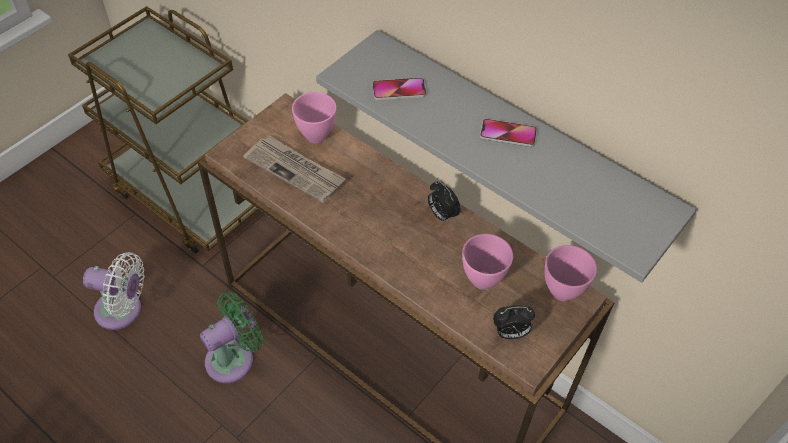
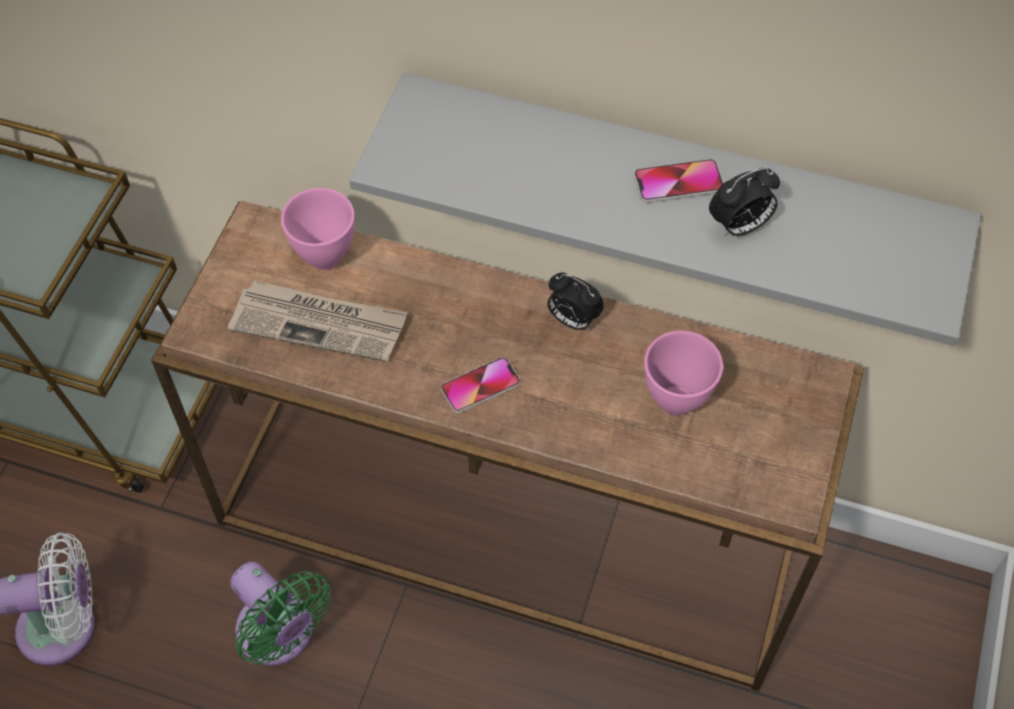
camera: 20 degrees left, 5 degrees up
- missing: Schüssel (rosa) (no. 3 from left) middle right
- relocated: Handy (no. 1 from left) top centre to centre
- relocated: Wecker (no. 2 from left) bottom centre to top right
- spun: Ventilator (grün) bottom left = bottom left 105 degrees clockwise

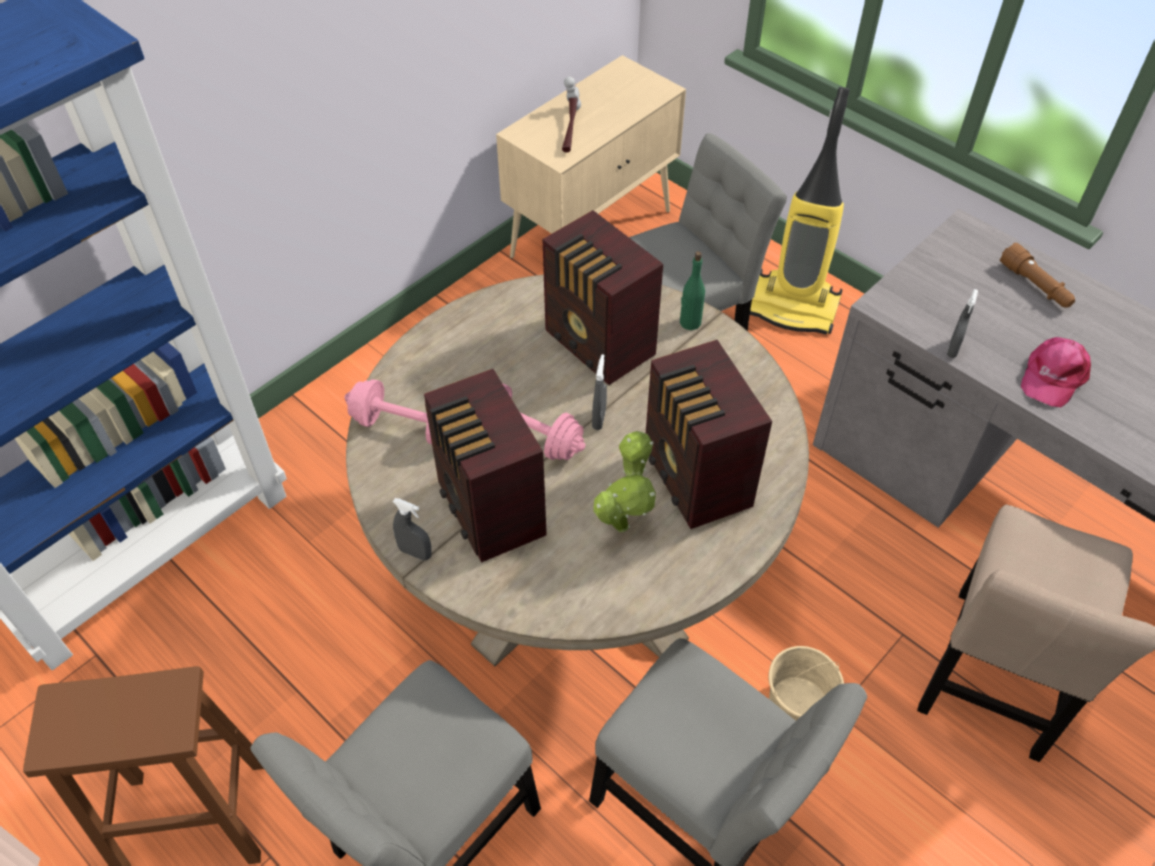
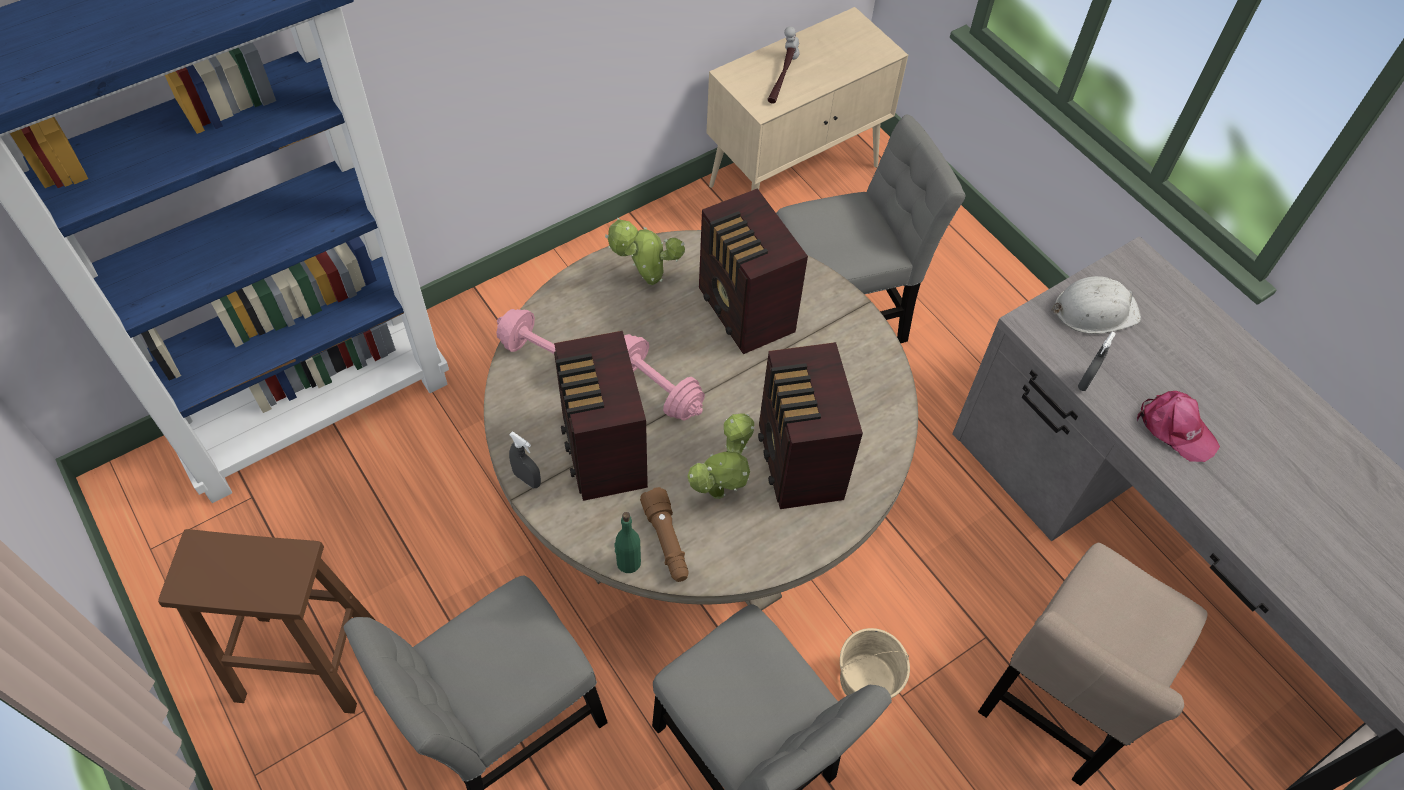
camera: 10 degrees right, 5 degrees up
- missing: Sprühflasche (grau) (no. 2 from left) centre
- missing: Staubsauger top right
- appeared: Topfpflanze (no. 1 from left) top centre
- appeared: Schutzhelm (weiß) middle right
- relocated: Flasche (grün) centre to bottom centre
- relocated: Taschenlampe (braun) top right to bottom centre
- spun: Kappe (rosa) middle right = middle right 90 degrees counterclockwise

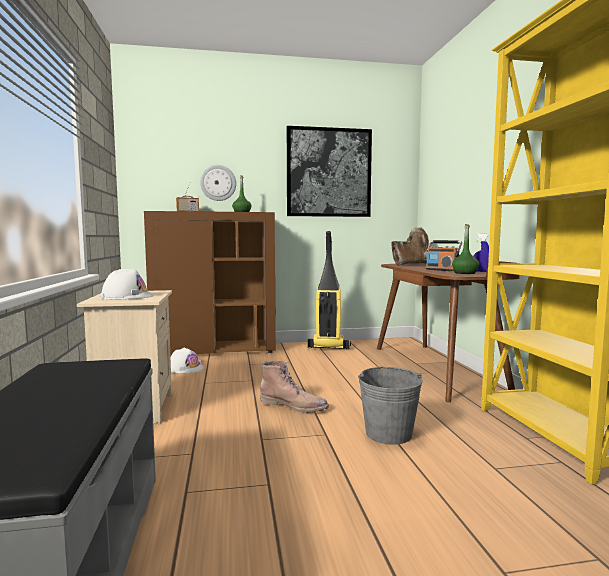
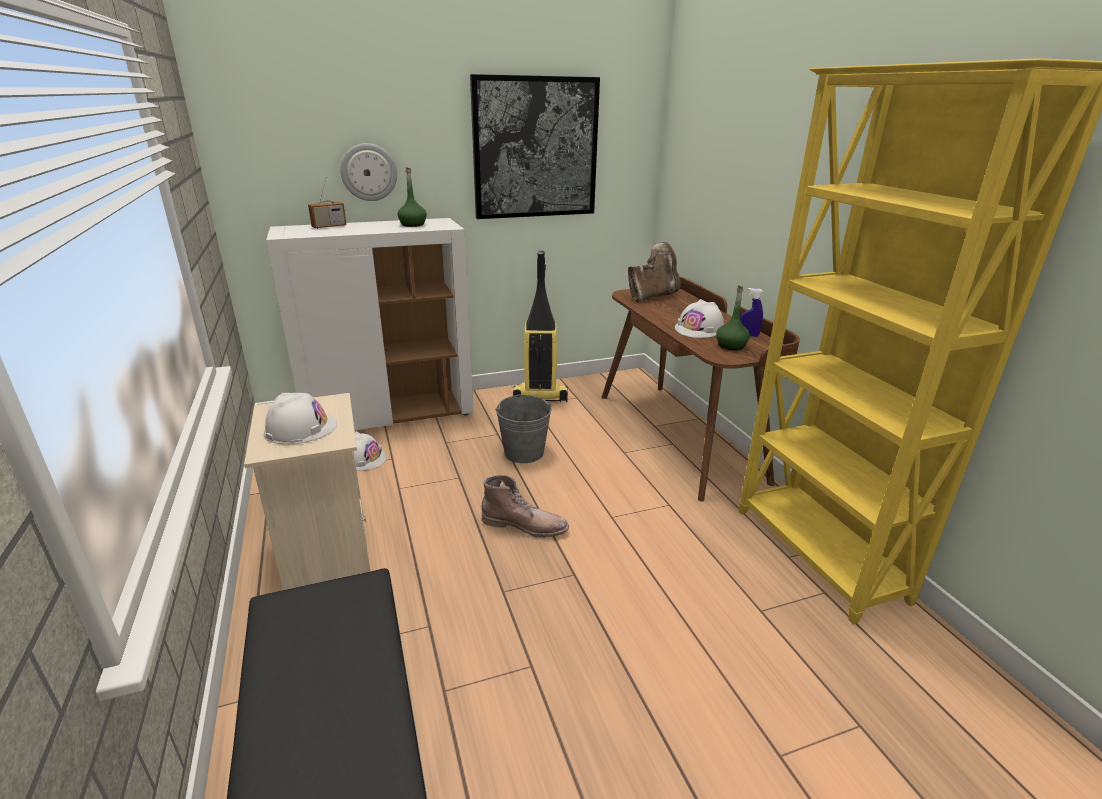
camera: 10 degrees left, 20 degrees up
- relocated: Eimer (grau) bottom centre to centre
- exchanged: Radio (no. 2 from left) middle right to Schutzhelm (weiß) (no. 3 from left) centre
- colour: Schrank (braun) centre to Schrank (weiß) centre

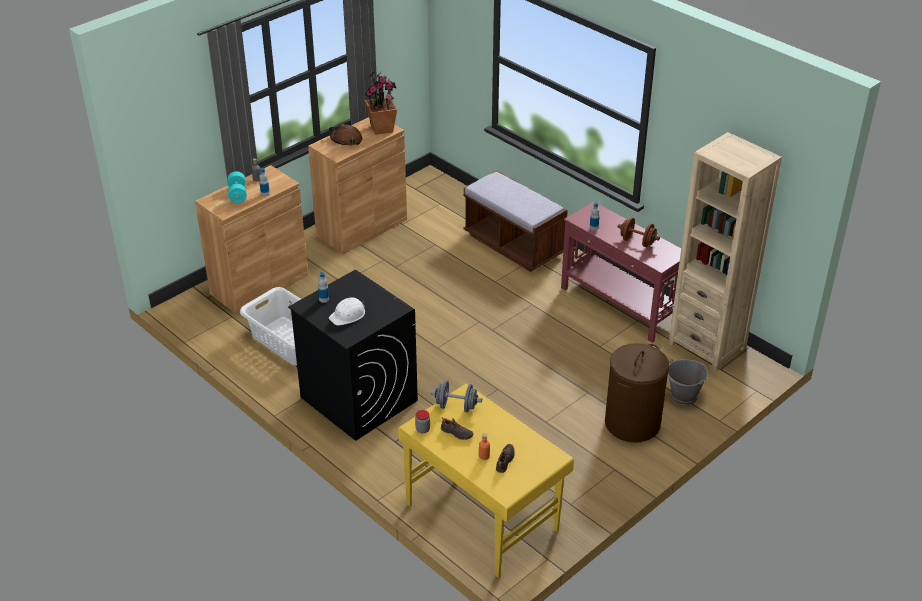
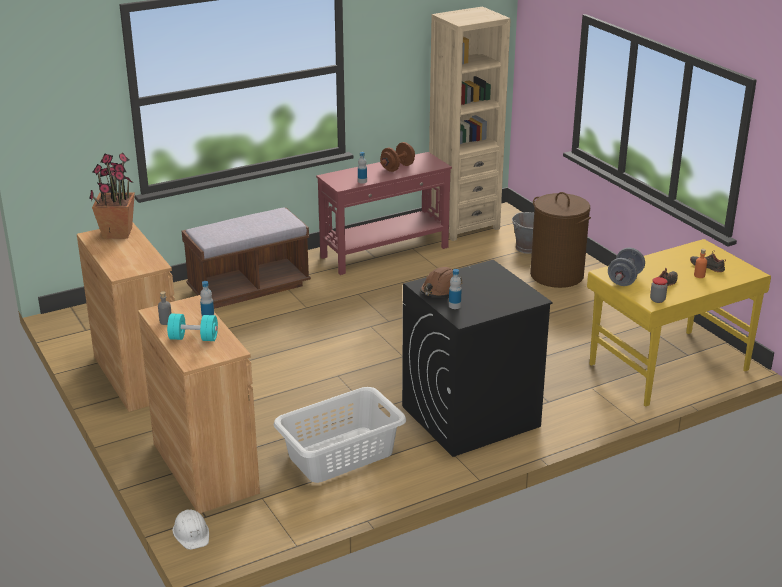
camera: 75 degrees left, 10 degrees down
- relocated: Schutzhelm (braun) top centre to centre
- relocated: Schutzhelm (weiß) centre to bottom left

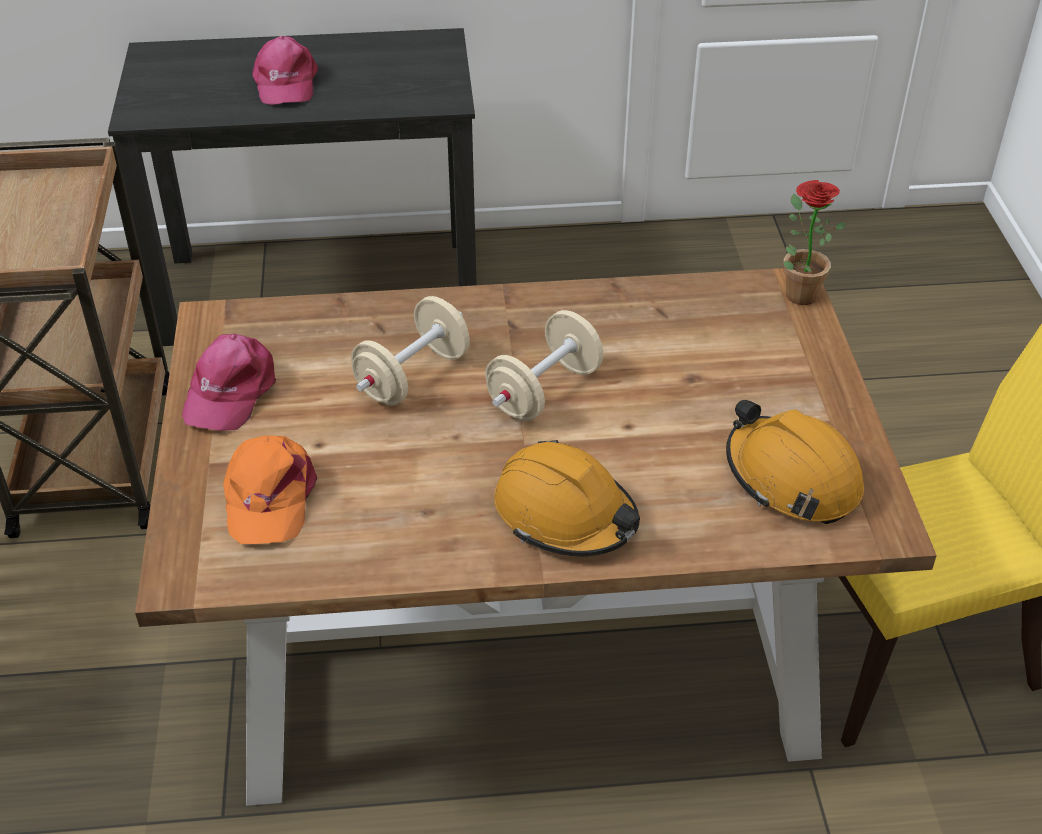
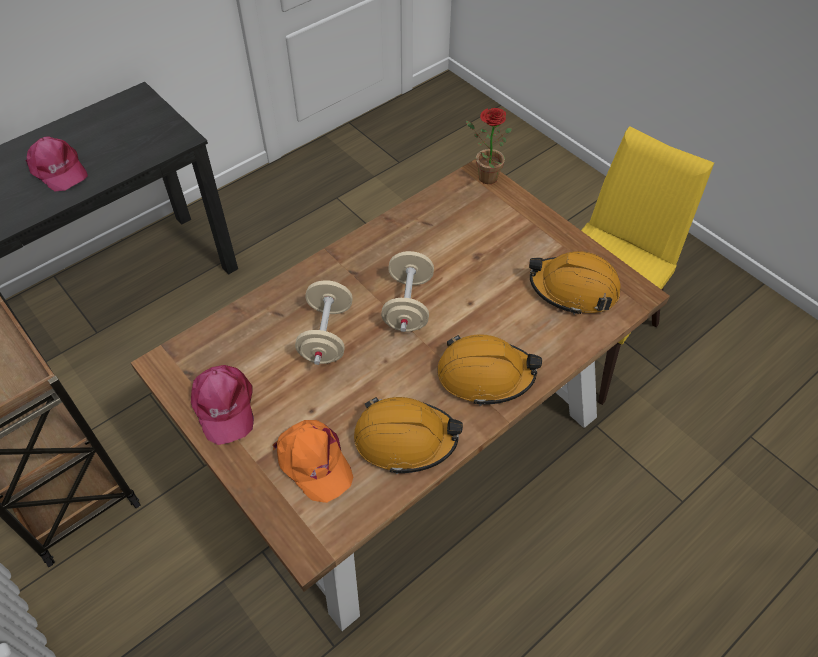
camera: 35 degrees left, 10 degrees up
- appeared: Schutzhelm (orange) (no. 1 from left) centre

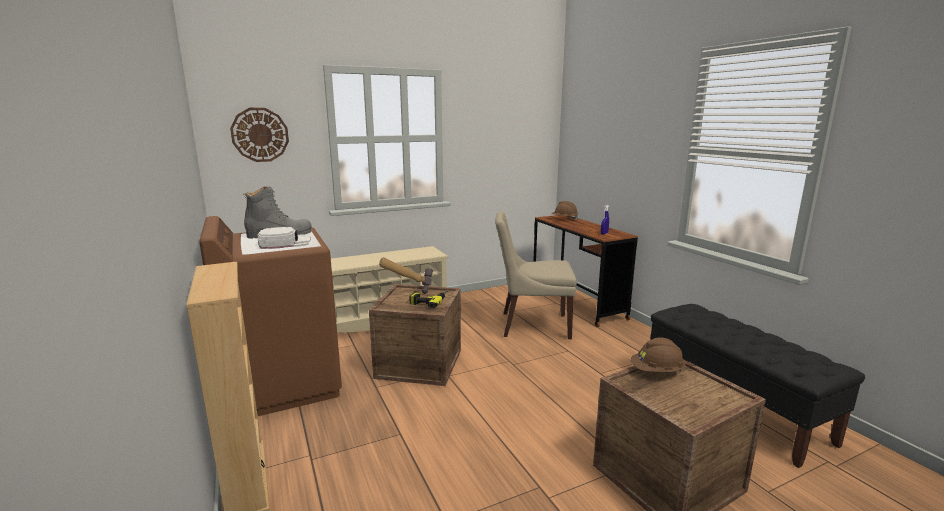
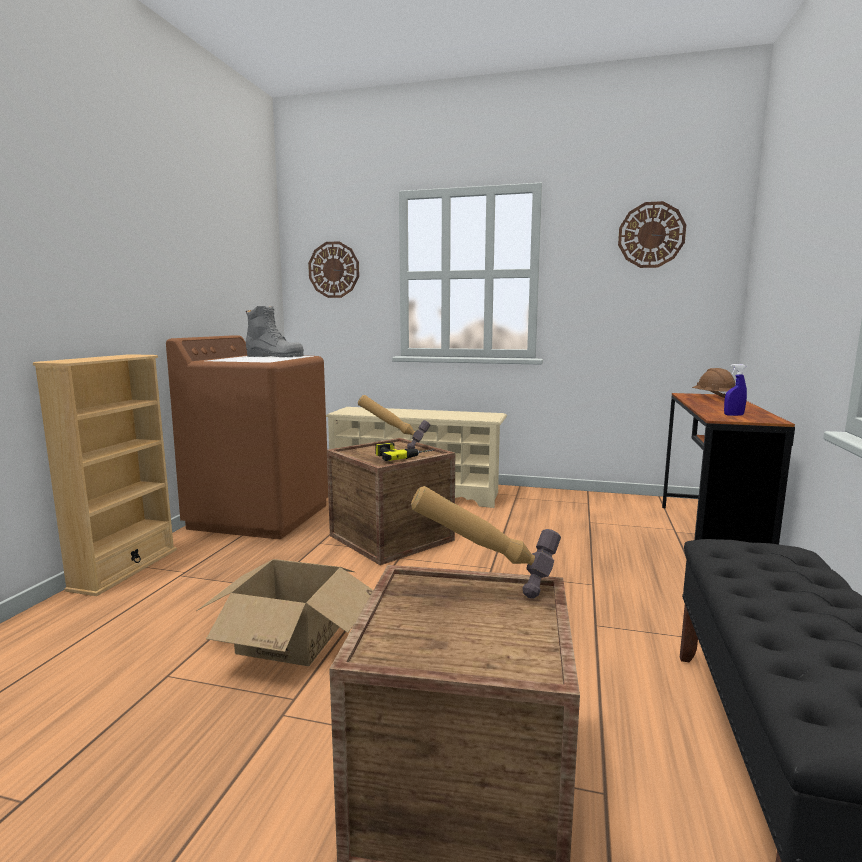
camera: 40 degrees right, 5 degrees down
- missing: Kappe (weiß) middle left
- missing: Stuhl (beige) centre
- appeared: Karton bottom left
- appeared: Wanduhr (no. 2 from left) top right
- exchanged: Schutzhelm (braun) (no. 2 from left) bottom right to Hammer (no. 2 from left) centre

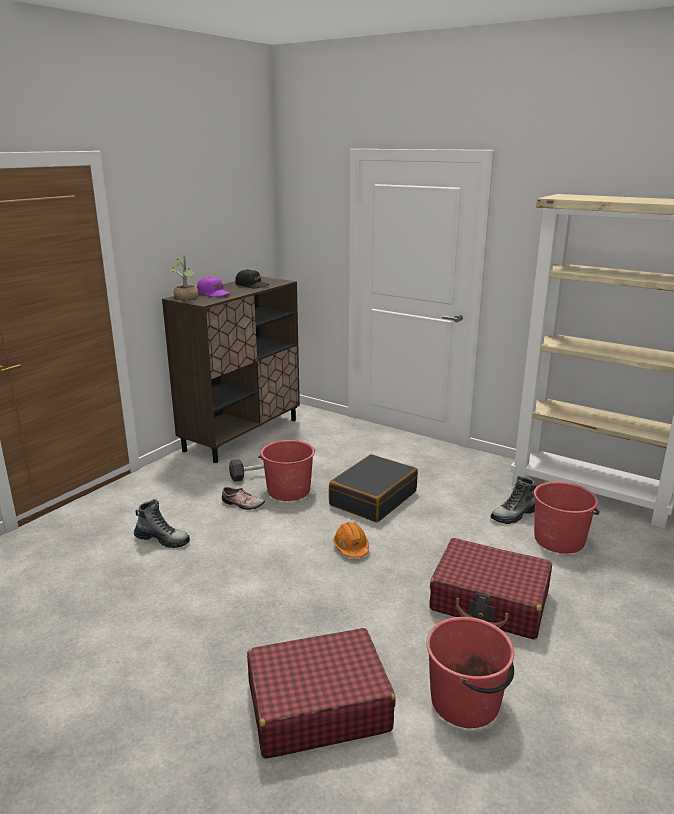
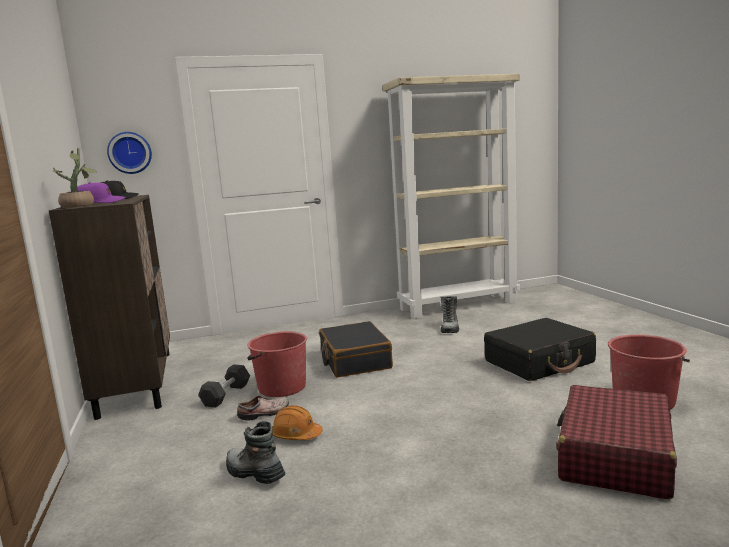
camera: 50 degrees left, 10 degrees down
- missing: Eimer (rot) (no. 3 from left) middle right
- appeared: Wanduhr top left
- relocated: Schutzhelm (orange) centre to bottom centre
- colour: Koffer (rot) (no. 2 from left) bottom right to Koffer (schwarz) (no. 2 from left) middle right
- spun: Stiefel (no. 1 from left) middle left = bottom centre 105 degrees counterclockwise

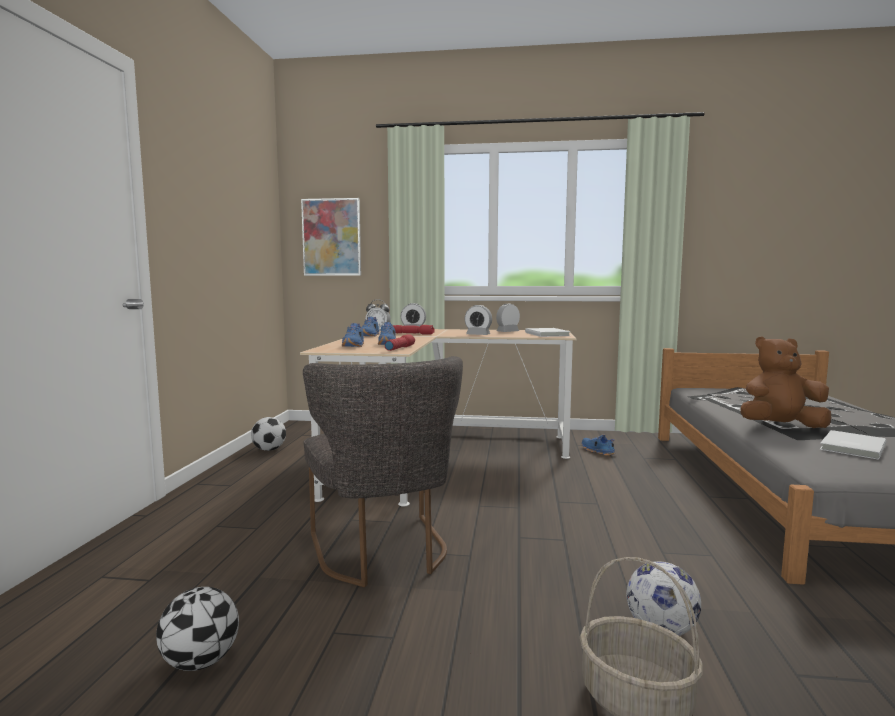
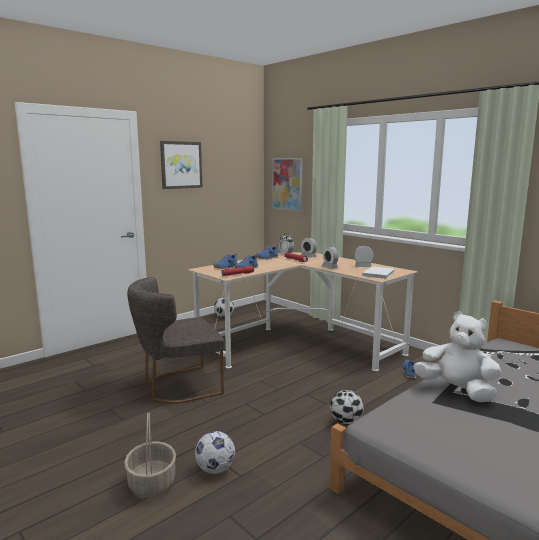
camera: 40 degrees right, 5 degrees up
- missing: Buch (weiß) (no. 2 from left) middle right
- appeared: Bild (no. 1 from left) top centre
- relocated: Fußball (no. 1 from left in the first image) bottom left to Fußball (no. 3 from left) bottom centre
- colour: Plüschtier (braun) middle right to Plüschtier (weiß) middle right
- spun: Stuhl (grau) centre = middle left 45 degrees clockwise

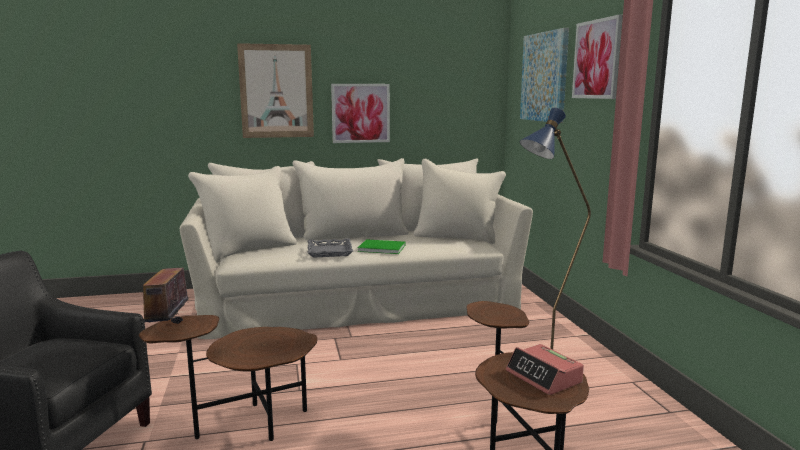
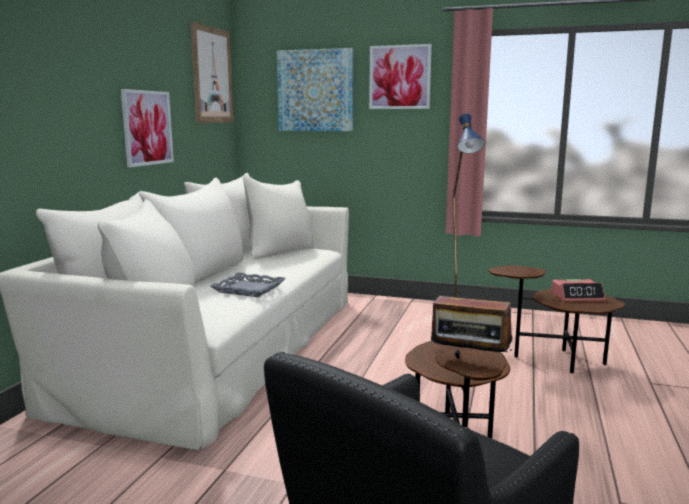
camera: 60 degrees left, 0 degrees up
- missing: Buch (grün) centre
- relocated: Bild (no. 1 from left in the first image) top centre to Bild (no. 2 from left) top left

